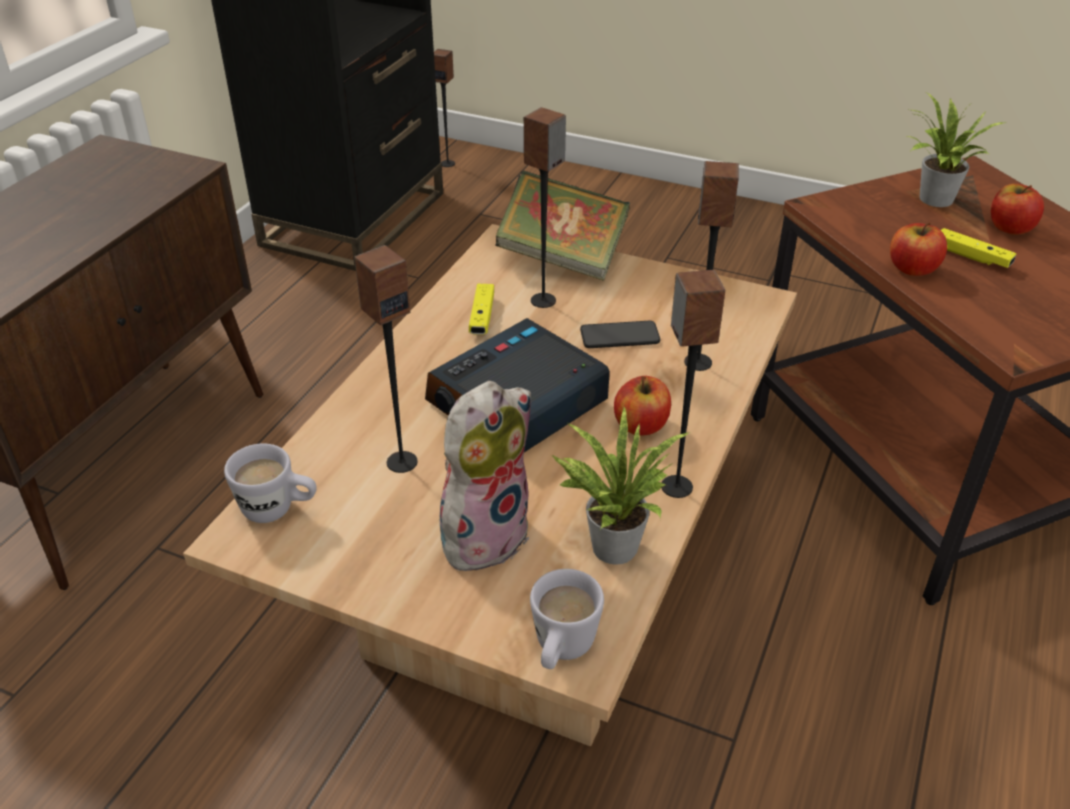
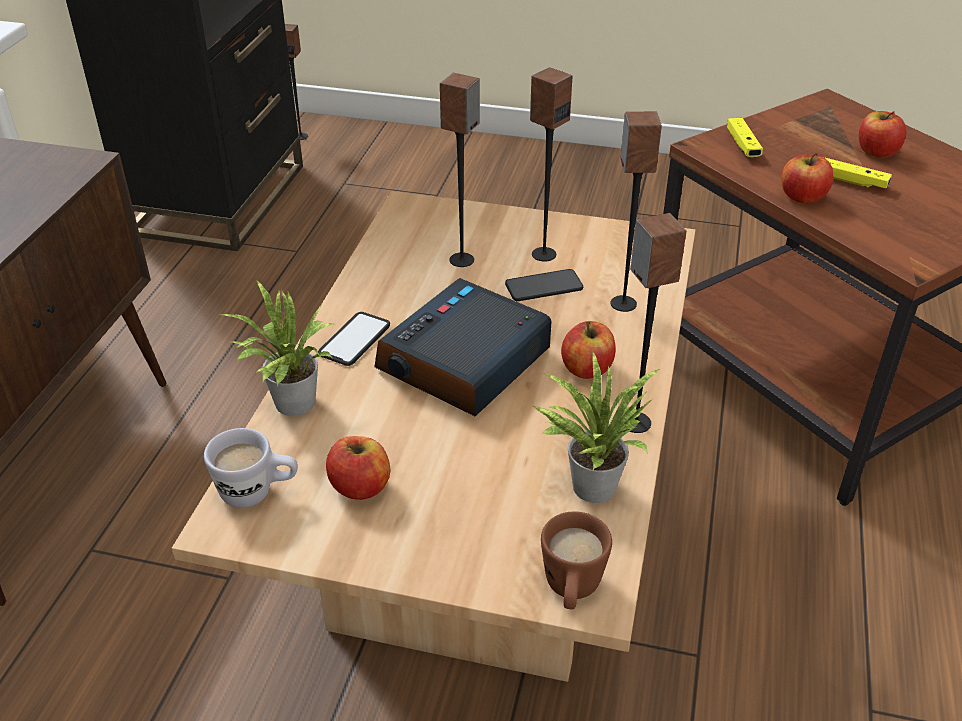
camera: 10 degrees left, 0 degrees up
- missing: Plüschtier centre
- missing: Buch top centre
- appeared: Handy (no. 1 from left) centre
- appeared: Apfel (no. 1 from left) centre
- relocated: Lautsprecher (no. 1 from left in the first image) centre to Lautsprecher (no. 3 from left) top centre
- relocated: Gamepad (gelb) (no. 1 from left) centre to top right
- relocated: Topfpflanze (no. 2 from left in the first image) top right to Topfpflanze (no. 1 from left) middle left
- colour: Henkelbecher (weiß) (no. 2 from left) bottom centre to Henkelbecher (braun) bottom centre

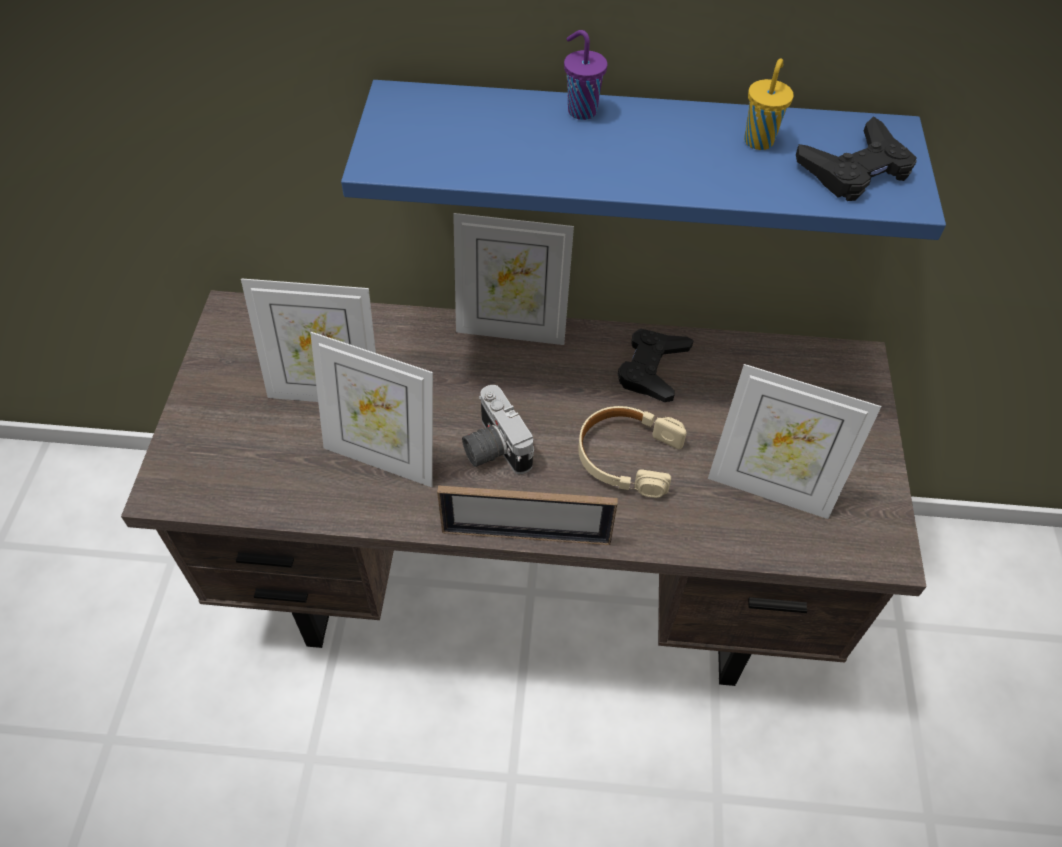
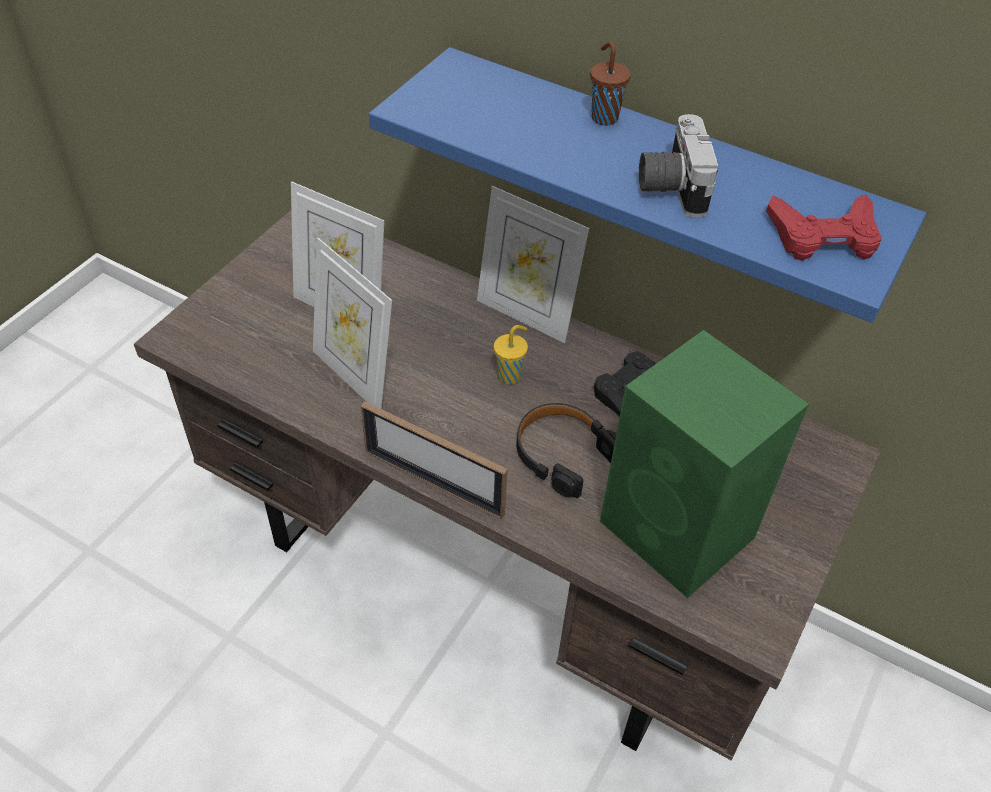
camera: 25 degrees right, 5 degrees down
- relocated: Kamera centre to top right
- relocated: Tasse (gelb) top right to centre
- exchanged: Bilderrahmen (no. 5 from left) middle right to Lautsprecher (grün) middle right
- colour: Tasse (lila) top centre to Tasse (braun) top centre
- colour: Kopfhörer (beige) centre to Kopfhörer (schwarz) centre
- colour: Gamepad (schwarz) (no. 2 from left) top right to Gamepad (rot) top right

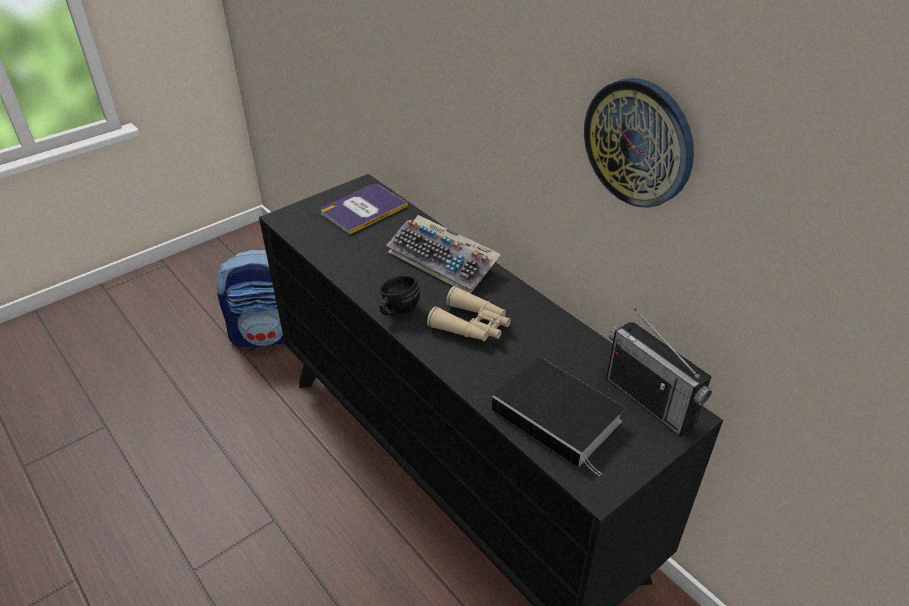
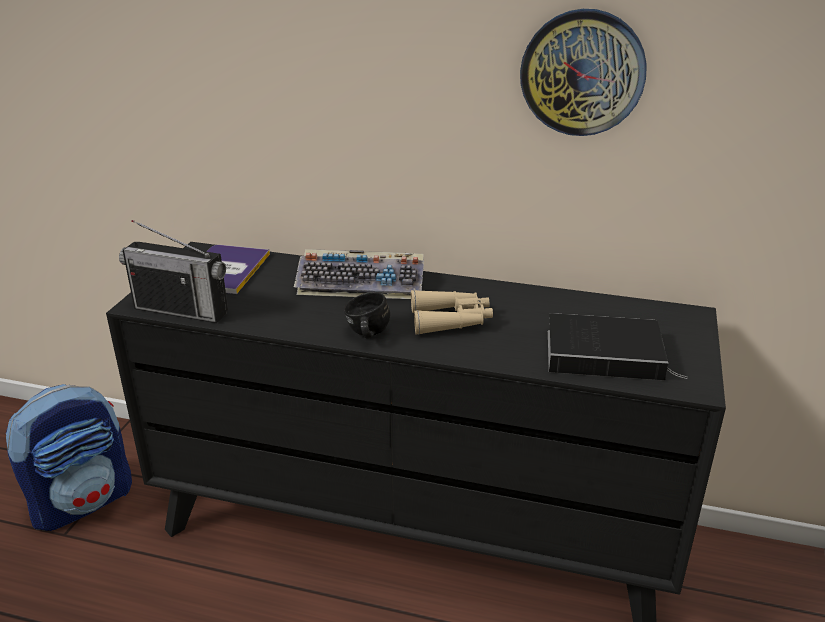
camera: 35 degrees left, 10 degrees down
- relocated: Radio middle right to middle left

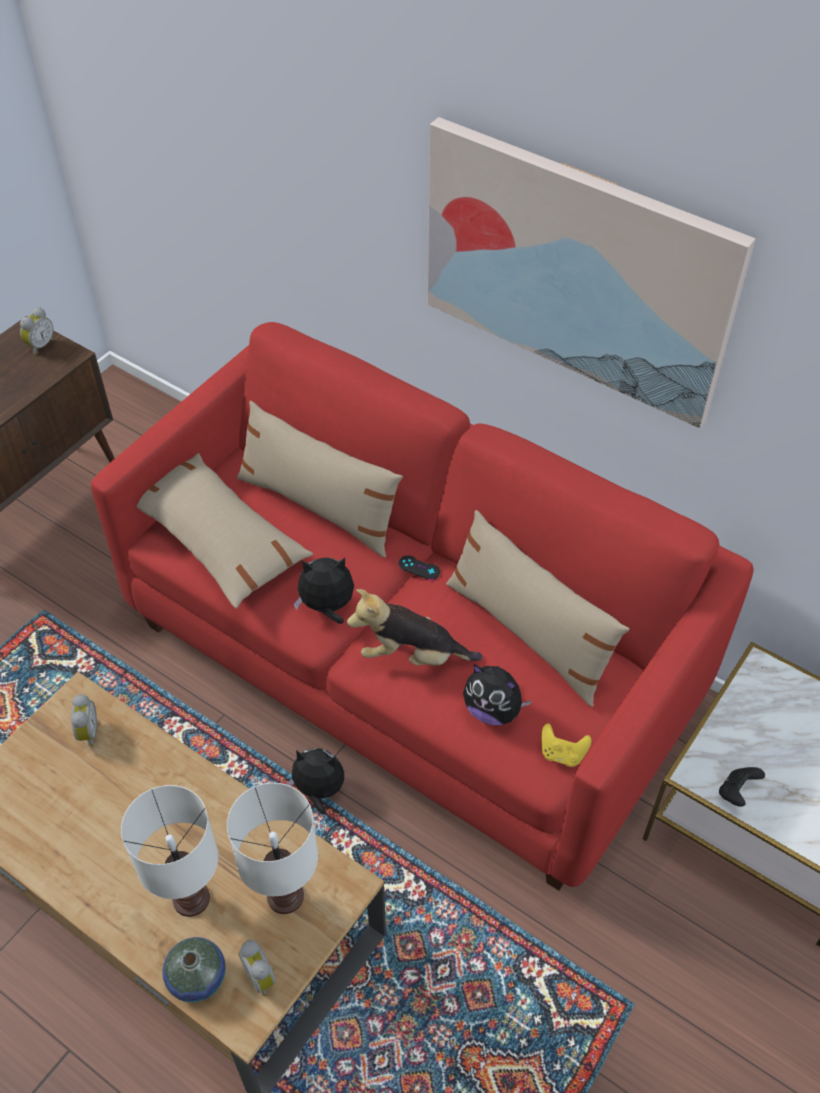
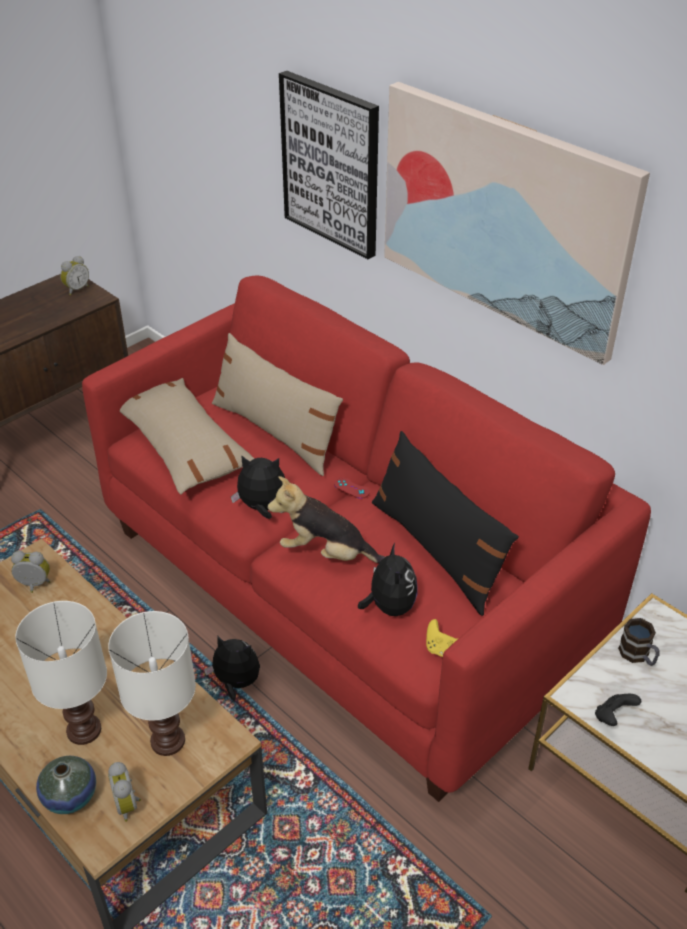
camera: 10 degrees right, 10 degrees down
- appeared: Bild (no. 1 from left) top centre
- appeared: Henkelbecher bottom right
- colour: Gamepad (schwarz) (no. 1 from left) centre to Gamepad (rot) centre
- colour: Kissen (beige) (no. 3 from left) centre to Kissen (schwarz) centre
- spun: Wecker (no. 2 from left in the first image) middle left = middle left 90 degrees counterclockwise
- spun: Plüschtier (no. 4 from left) centre = centre 135 degrees counterclockwise

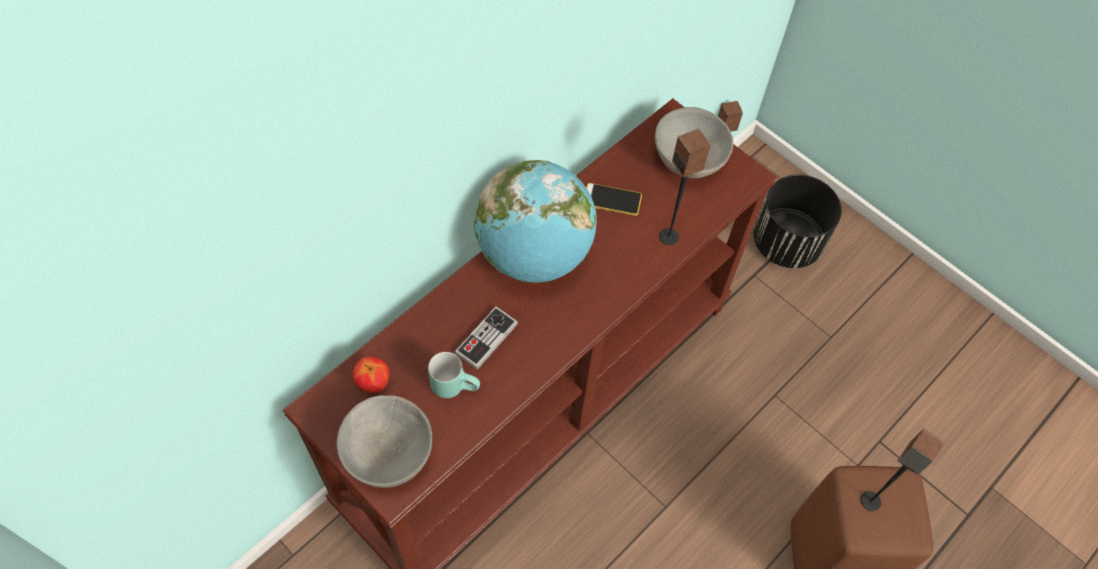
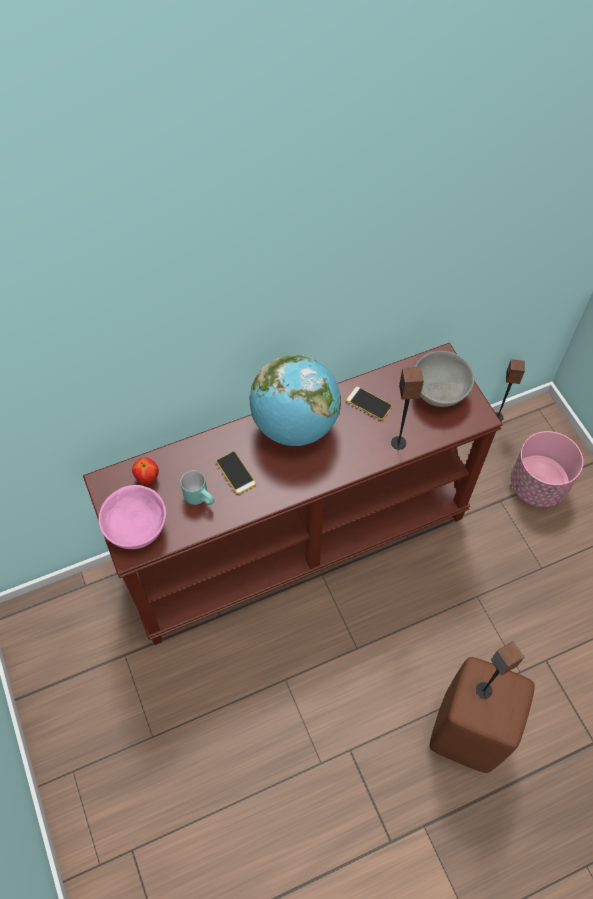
camera: 25 degrees right, 0 degrees up
- exchanged: Gamepad centre to Handy (no. 1 from left) centre
- colour: Schüssel (grau) (no. 1 from left) bottom centre to Schüssel (rosa) middle left
- colour: Pflanzkübel (schwarz) middle right to Pflanzkübel (rosa) middle right

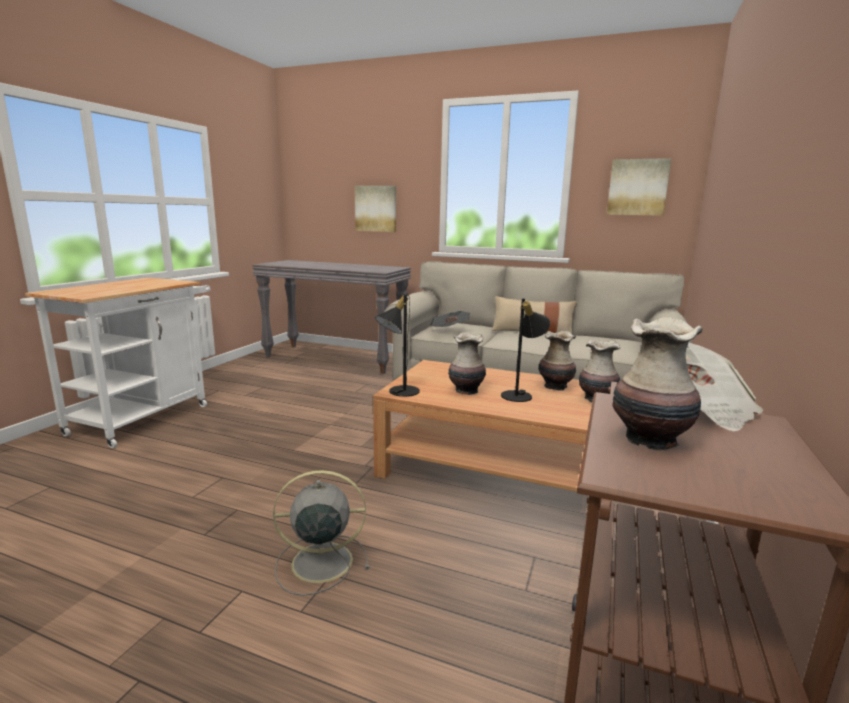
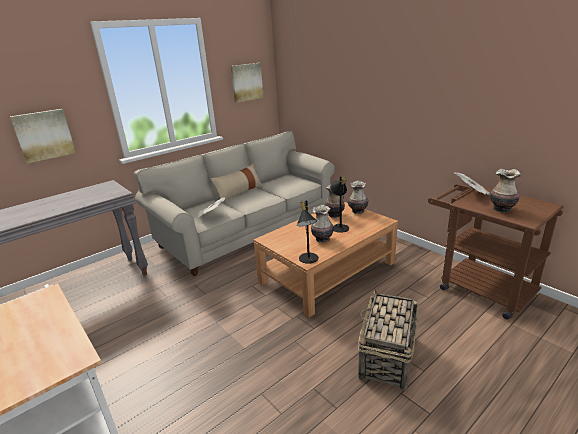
camera: 60 degrees left, 10 degrees up
- exchanged: Ventilator (grau) bottom centre to Korb bottom right

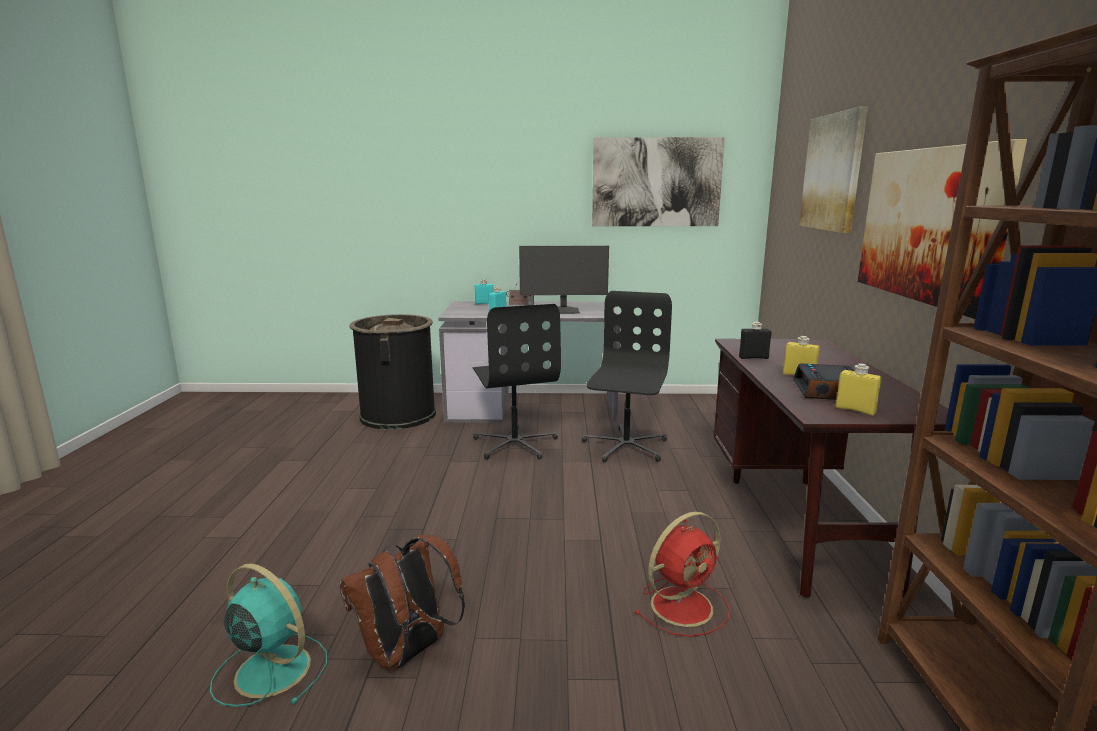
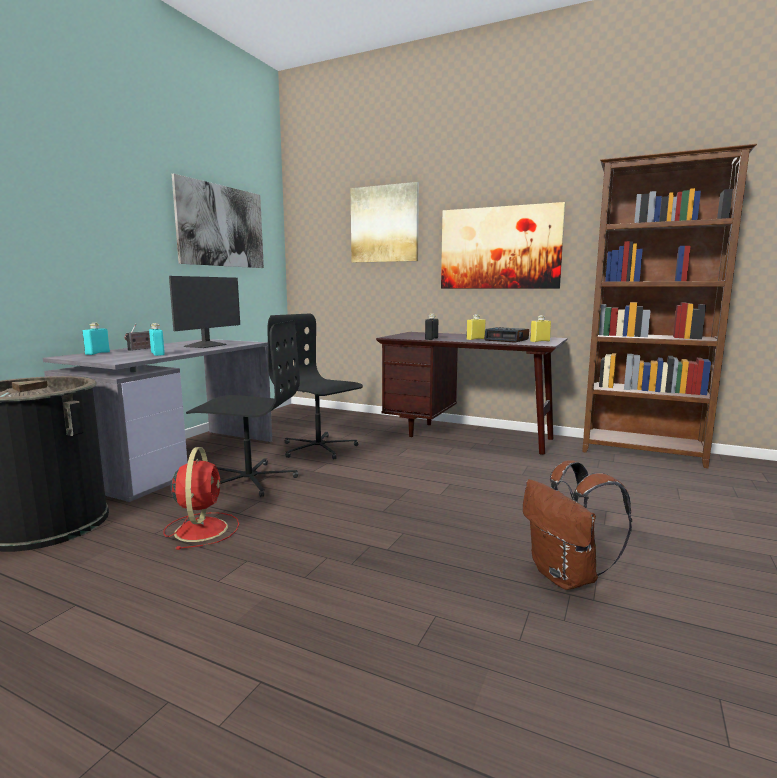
camera: 65 degrees left, 5 degrees down
- missing: Ventilator (türkis) bottom left
- relocated: Ventilator (rot) bottom centre to middle left

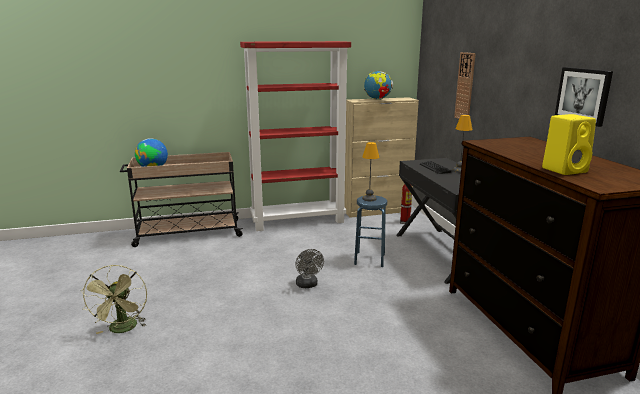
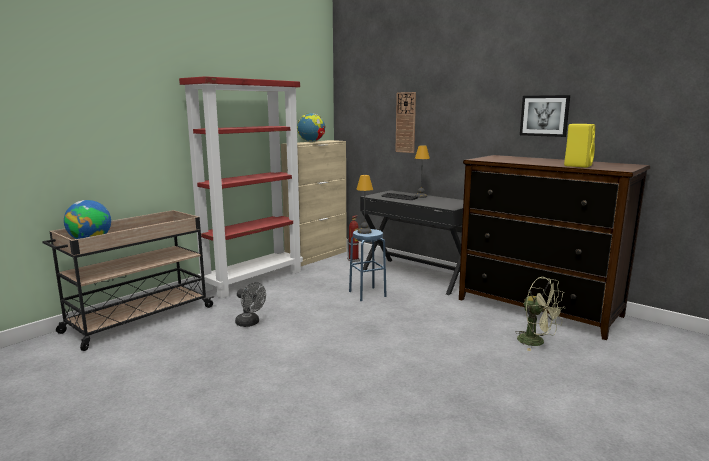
camera: 35 degrees left, 5 degrees down
- relocated: Ventilator (grün) bottom left to bottom right
- relocated: Ventilator (grau) bottom centre to centre

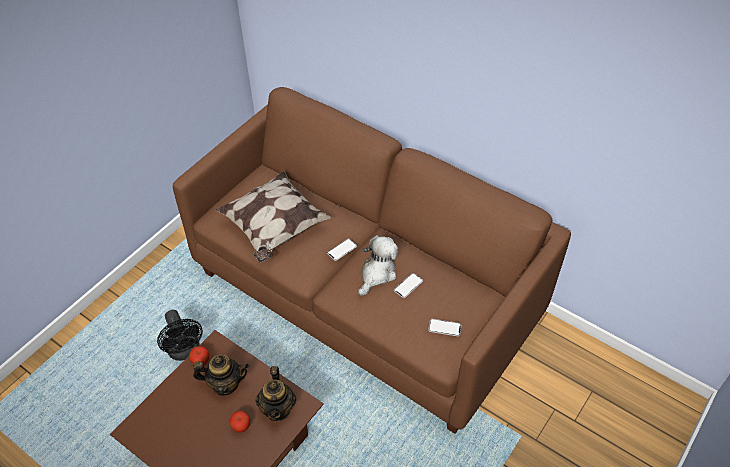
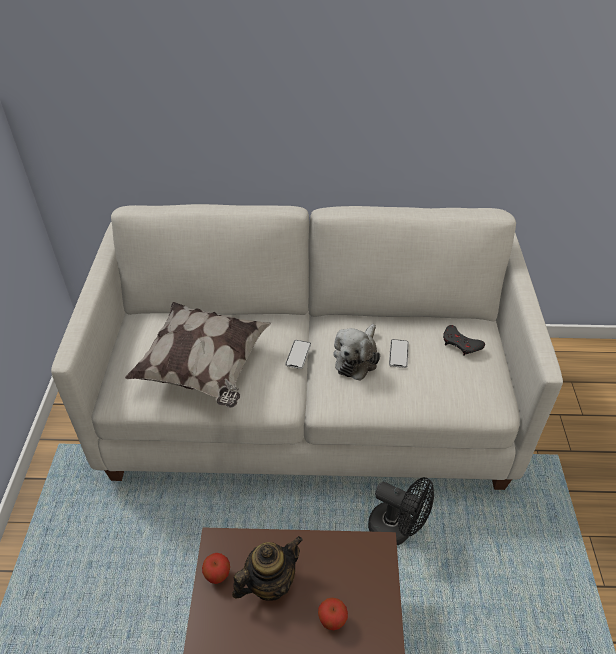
camera: 35 degrees left, 5 degrees down
- missing: Teekanne (no. 2 from left) bottom centre
- missing: Handy (no. 3 from left) bottom centre
- appeared: Gamepad (grau) middle right
- relocated: Ventilator (schwarz) bottom left to bottom centre
- colour: Sofa (braun) centre to Sofa (weiß) centre
- spun: Plüschtier centre = centre 150 degrees counterclockwise

